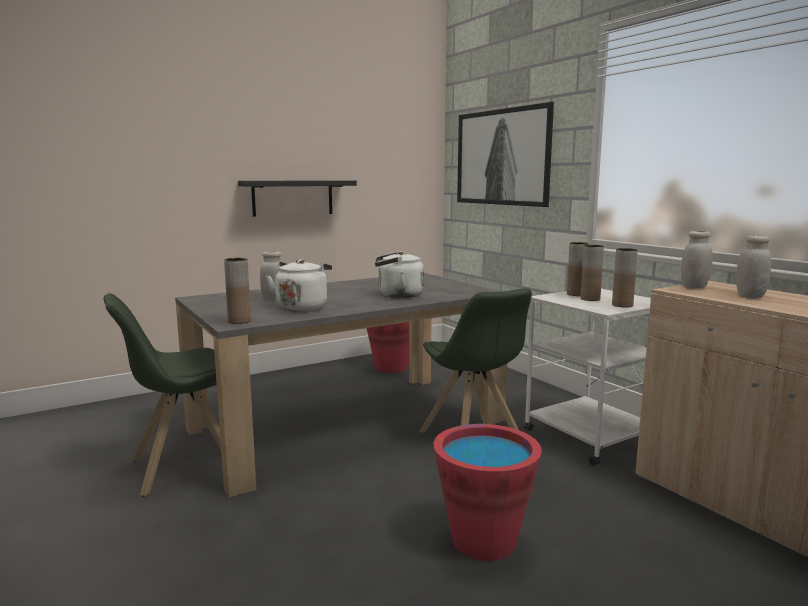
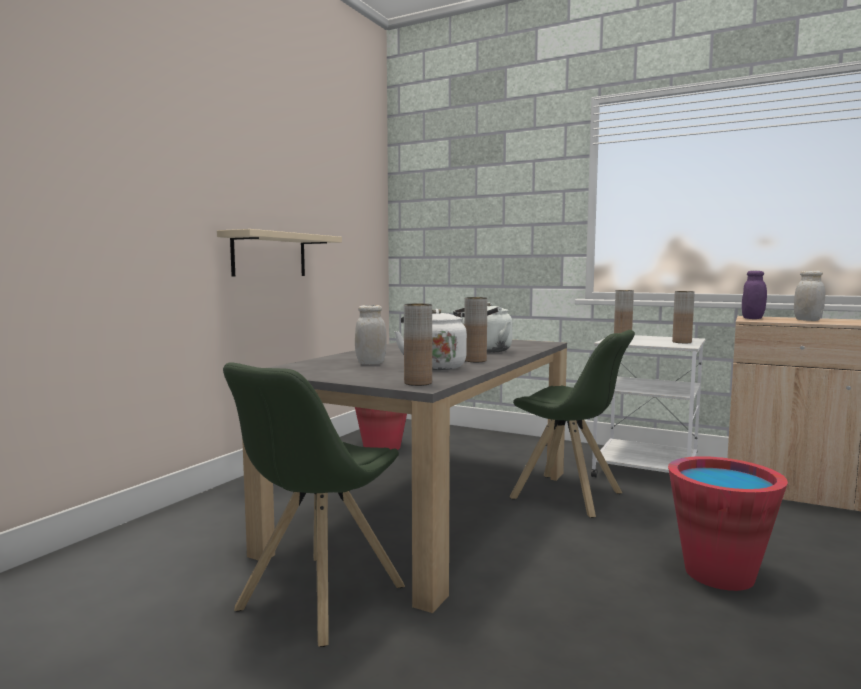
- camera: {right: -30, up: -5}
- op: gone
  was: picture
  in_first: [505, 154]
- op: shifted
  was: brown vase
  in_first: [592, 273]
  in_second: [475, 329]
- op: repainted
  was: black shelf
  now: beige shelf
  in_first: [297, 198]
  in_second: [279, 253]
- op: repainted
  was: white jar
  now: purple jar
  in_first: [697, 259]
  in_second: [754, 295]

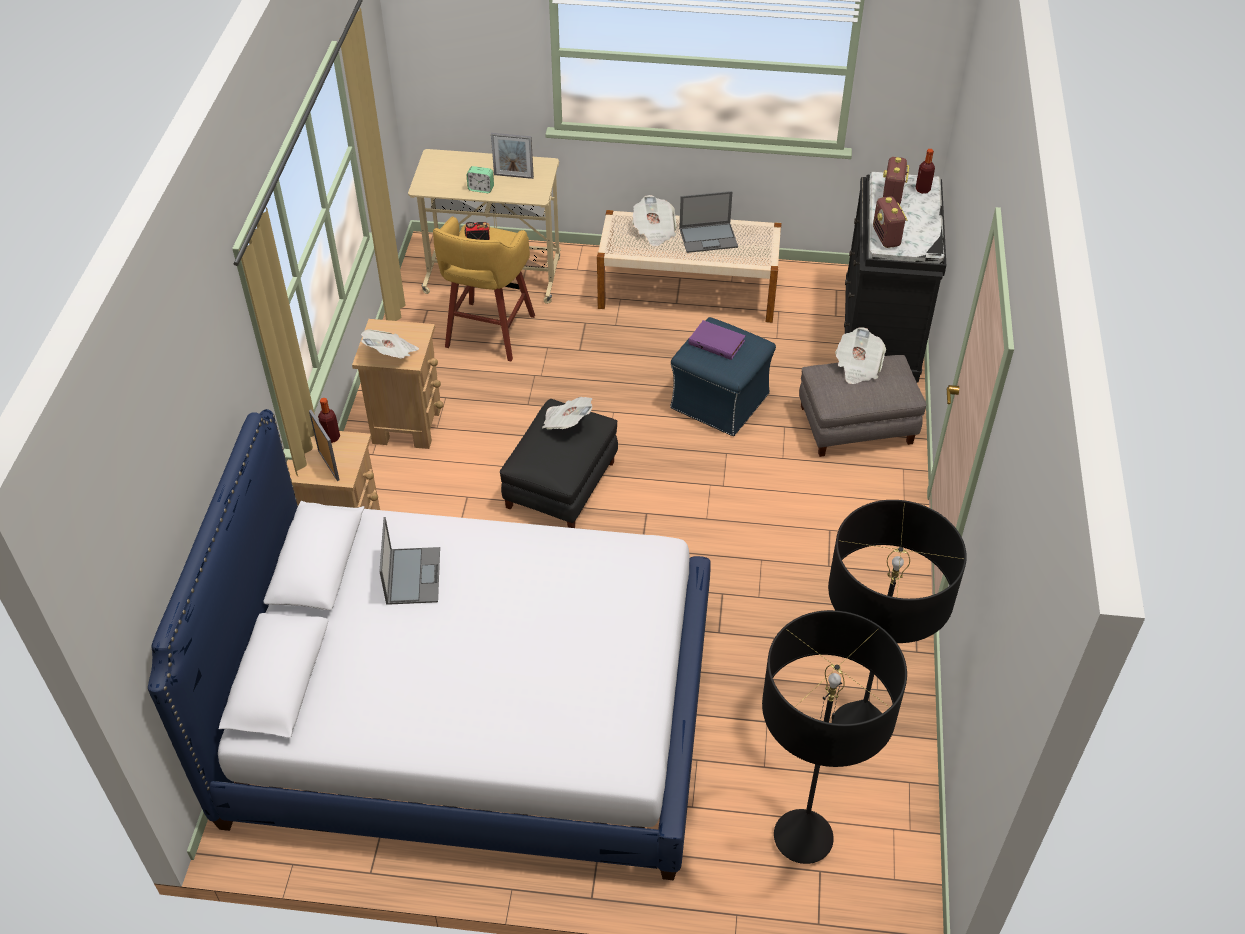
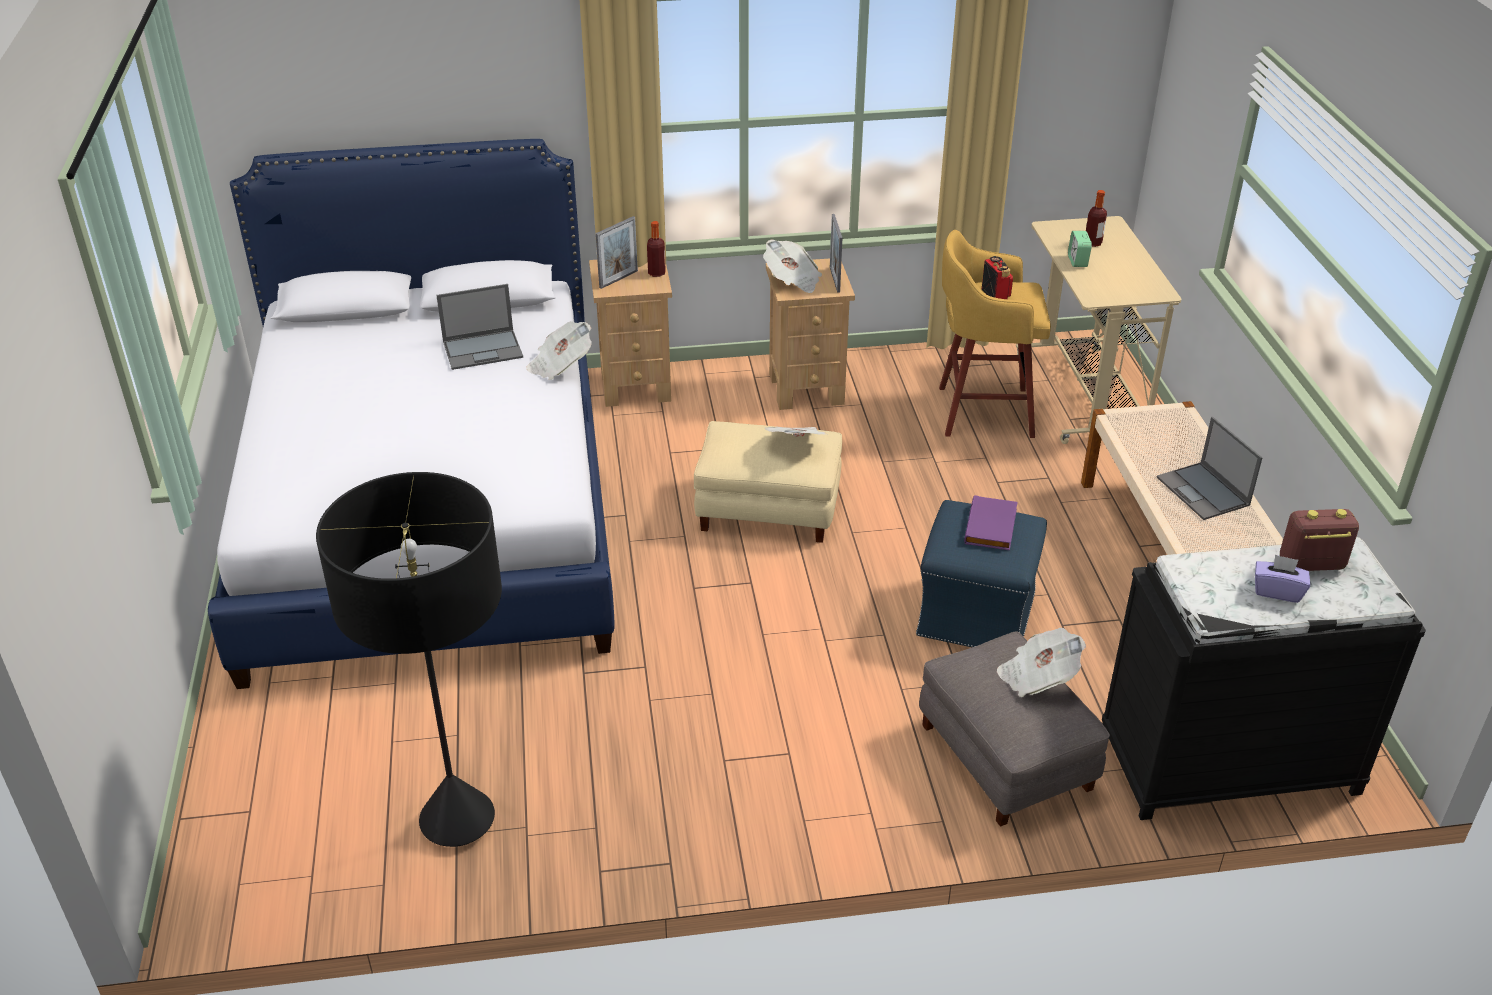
- camera: {right: 75, up: -10}
- op: gone
  was: black floor lamp
  in_first: [834, 737]
- op: gone
  was: radio
  in_first: [890, 222]
- op: new
  now: purple tissue box
  in_second: [1282, 578]
- op: shifted
  was: picture frame
  in_first: [512, 156]
  in_second: [836, 253]
- op: shifted
  was: newspaper
  in_first: [654, 221]
  in_second: [559, 350]
- op: shifted
  was: bottle
  in_first: [925, 171]
  in_second: [1096, 218]
- op: repainted
  was: black ottoman
  now: beige ottoman
  in_first: [559, 463]
  in_second: [768, 482]

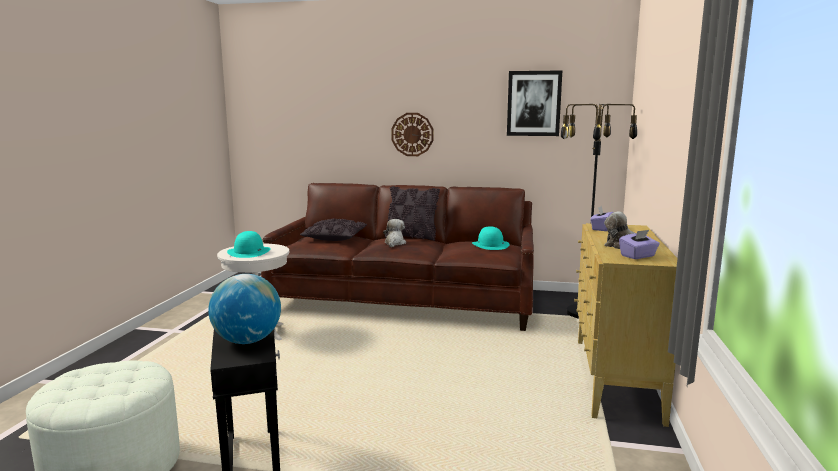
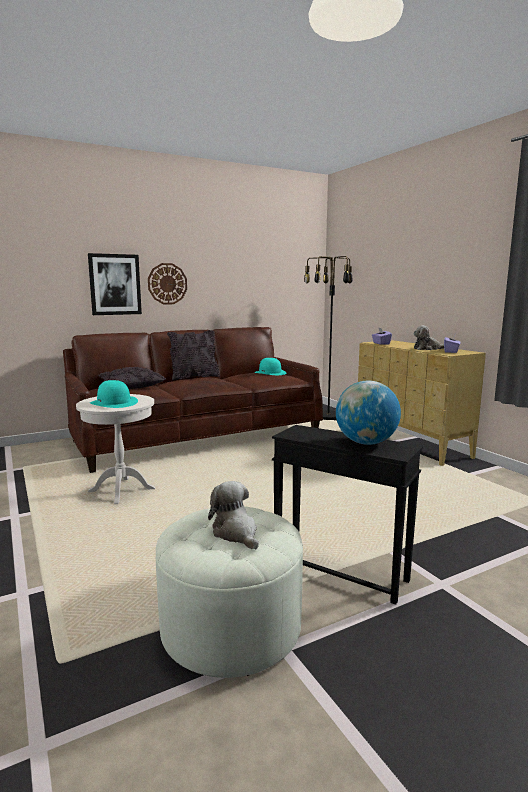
- camera: {right: -40, up: 0}
- op: shifted
  was: plush toy
  in_first: [394, 233]
  in_second: [233, 515]
- op: shifted
  was: picture
  in_first: [534, 103]
  in_second: [115, 284]

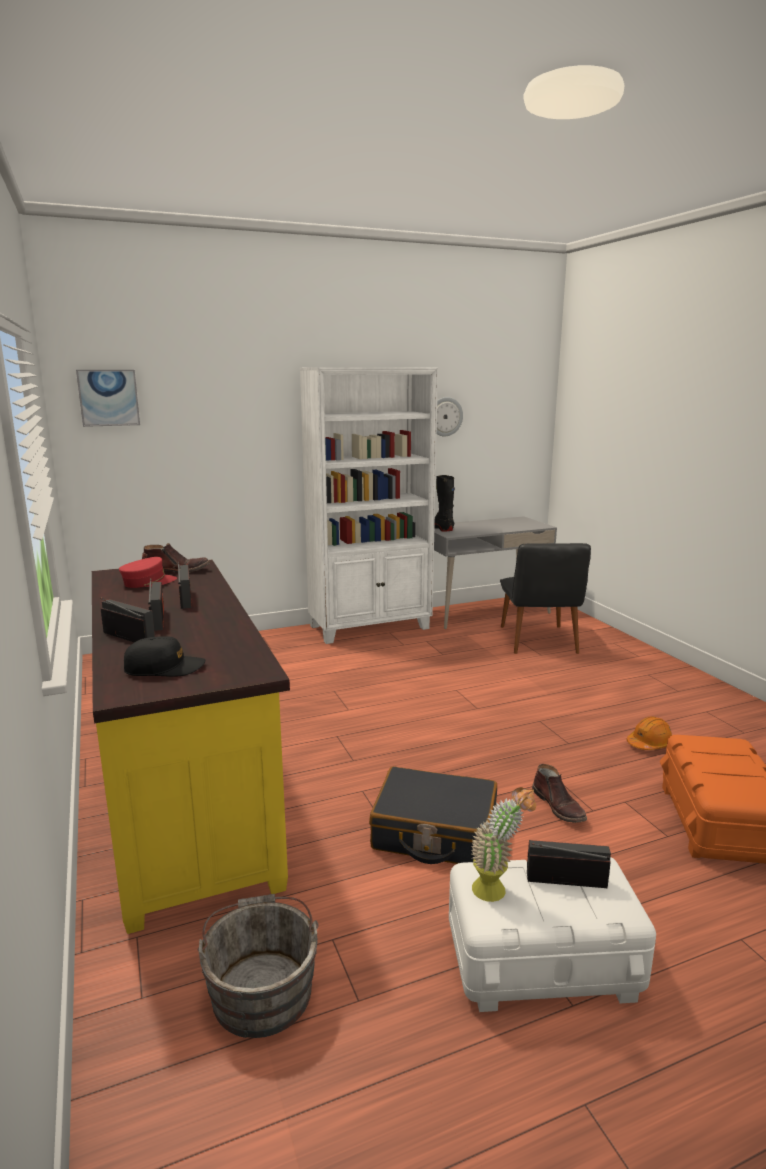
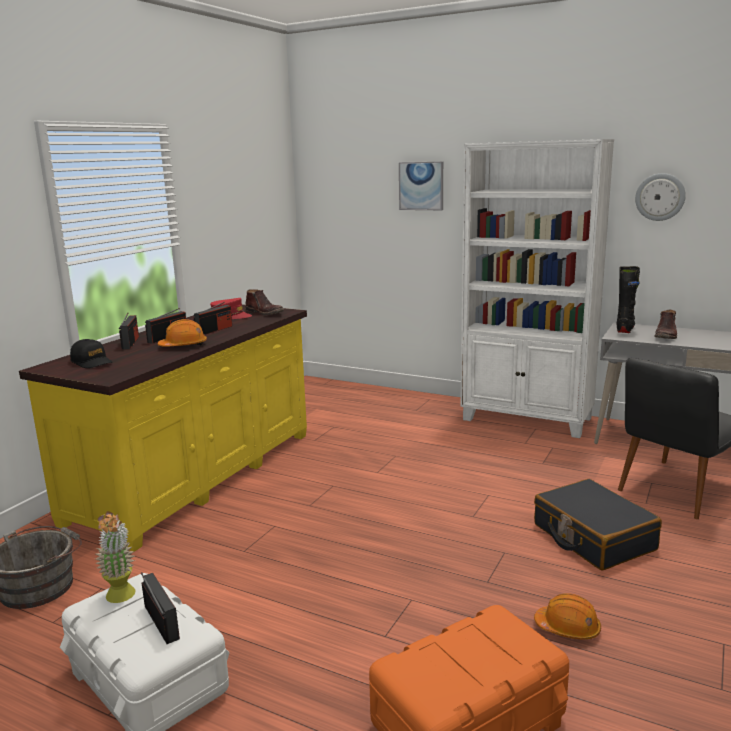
- camera: {right: 50, up: 0}
- op: new
  now: orange hard hat
  in_second: [182, 332]
- op: shifted
  was: picture
  in_first: [108, 398]
  in_second: [421, 185]
- op: shifted
  was: black suitcase
  in_first: [433, 815]
  in_second: [598, 525]
- op: shifted
  was: brown boot
  in_first: [559, 793]
  in_second: [665, 324]

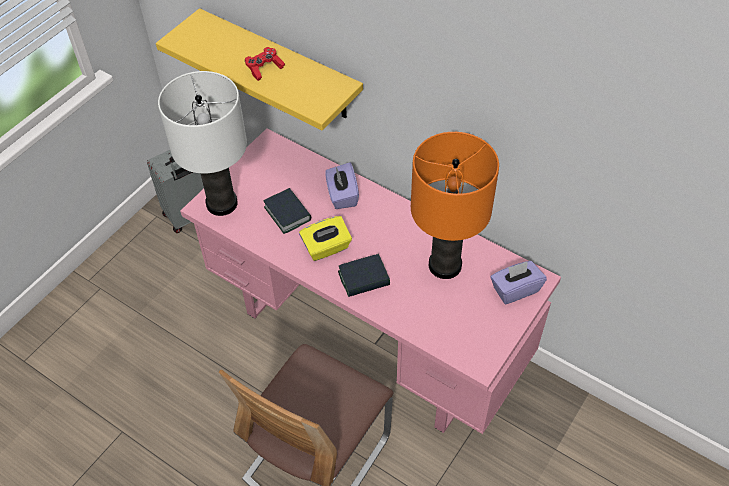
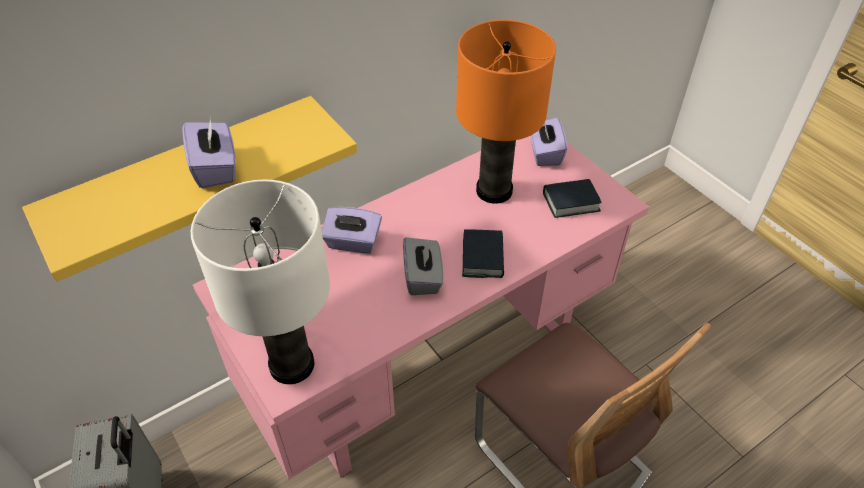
- camera: {right: -70, up: -5}
- op: shifted
  was: book
  in_first: [287, 211]
  in_second: [572, 198]
- op: swapped
  was: red game controller
  now: purple tissue box
  in_first: [265, 64]
  in_second: [209, 153]
- op: repainted
  was: yellow tissue box
  now: grey tissue box
  in_first: [325, 238]
  in_second: [423, 266]

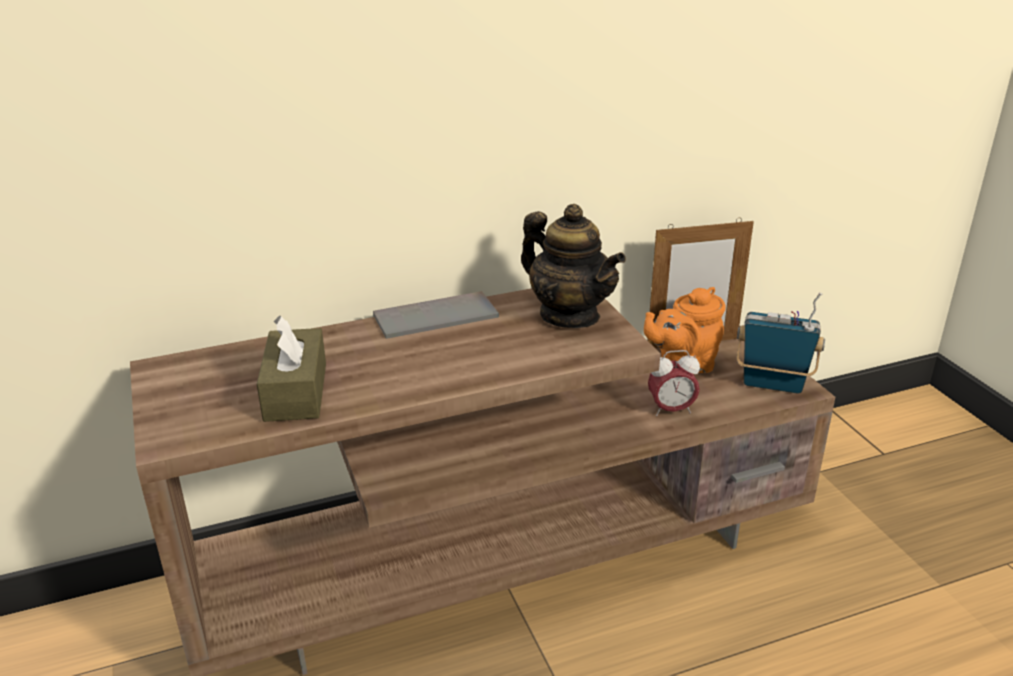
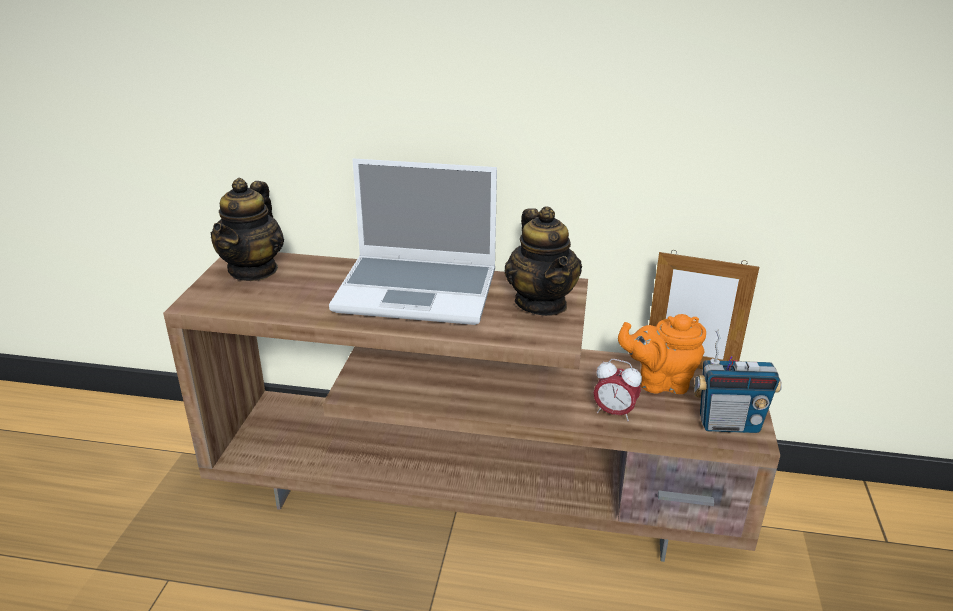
- camera: {right: 30, up: 0}
- op: gone
  was: brown tissue box
  in_first: [291, 369]
- op: new
  now: teapot
  in_second: [247, 229]
- op: new
  now: laptop
  in_second: [413, 241]
- op: rotated
  was: radio
  in_first: [781, 343]
  in_second: [738, 381]
  clockwise: 135

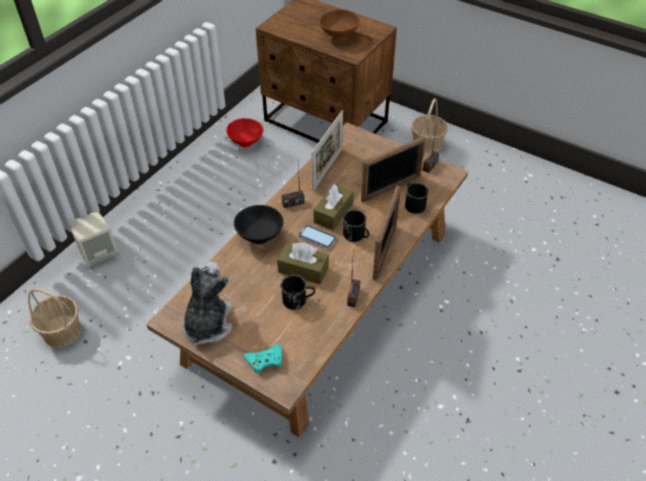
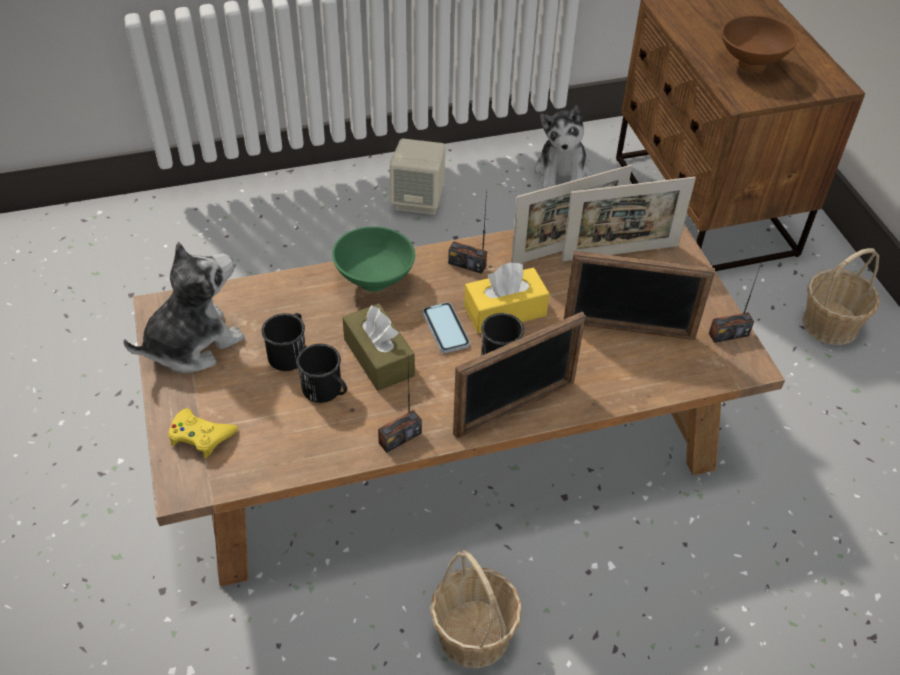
- camera: {right: 40, up: 0}
- op: new
  now: picture frame
  in_second: [629, 219]
- op: shifted
  was: basket
  in_first: [54, 318]
  in_second: [476, 609]
- op: shifted
  was: beige speaker
  in_first: [93, 238]
  in_second: [418, 176]
- op: shifted
  was: black mug
  in_first: [417, 198]
  in_second: [283, 342]
- op: swapped
  was: red bowl
  now: plush toy
  in_first: [244, 132]
  in_second: [562, 147]
- op: repainted
  was: black bowl
  now: green bowl
  in_first: [259, 224]
  in_second: [373, 259]
- op: repainted
  was: turquoise game controller
  now: yellow game controller
  in_first: [263, 359]
  in_second: [203, 433]
- op: repainted
  was: brown tissue box
  now: yellow tissue box
  in_first: [333, 207]
  in_second: [507, 297]

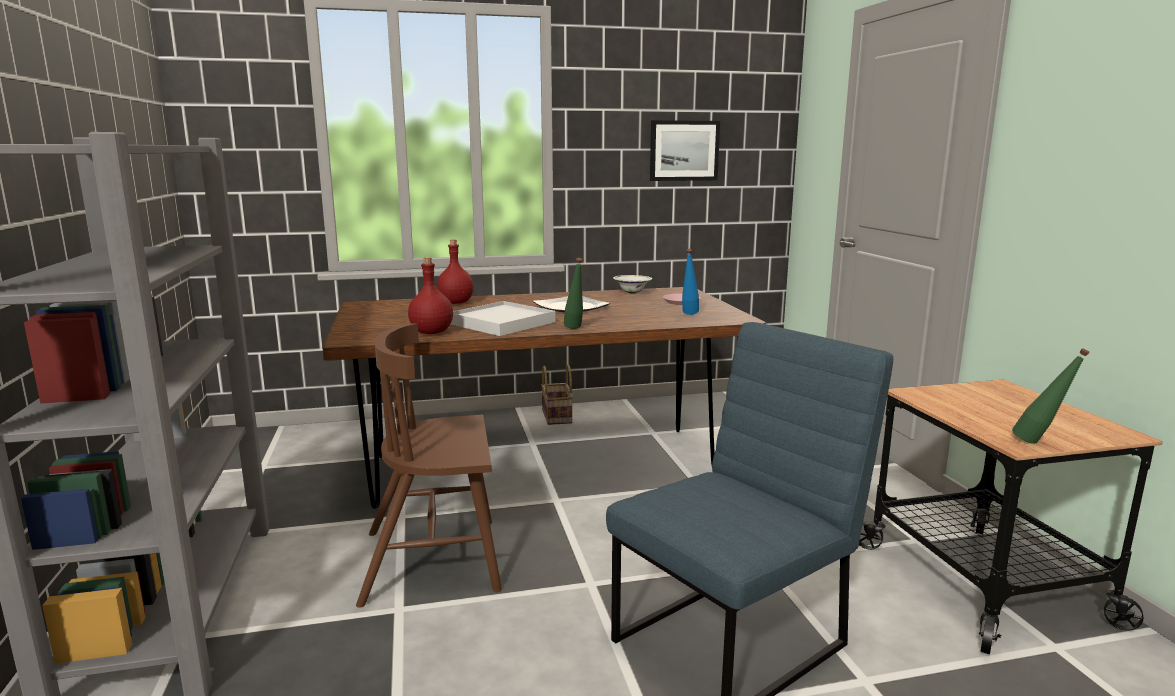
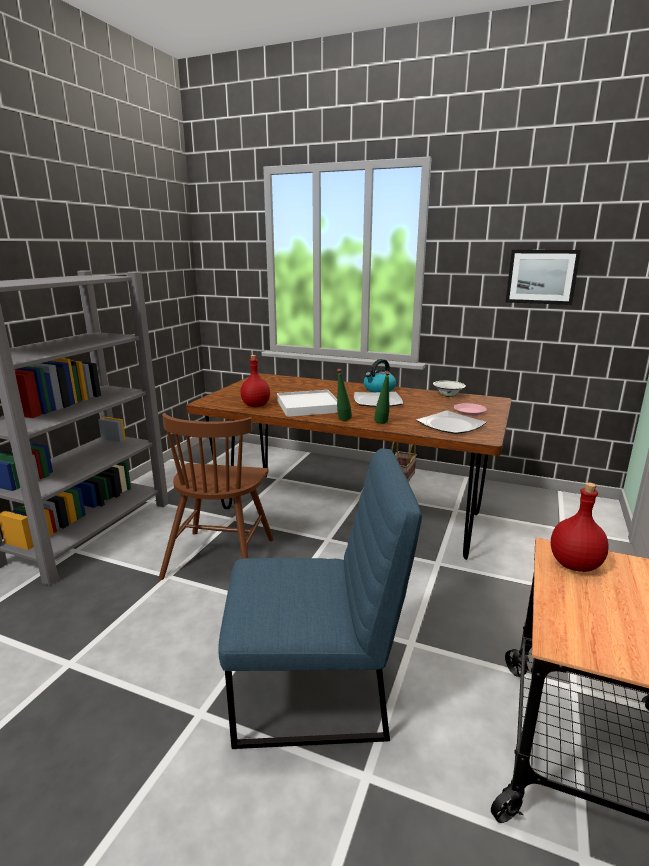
- camera: {right: 35, up: 5}
- op: new
  now: kettle
  in_second: [380, 375]
- op: shifted
  was: red bottle
  in_first: [455, 271]
  in_second: [580, 527]
- op: shifted
  was: green bottle
  in_first: [1051, 396]
  in_second: [382, 397]
- op: swapped
  was: blue bottle
  now: plate
  in_first: [690, 282]
  in_second: [451, 422]
- op: rotated
  was: brown chair
  in_first: [429, 465]
  in_second: [216, 496]
  clockwise: -105

